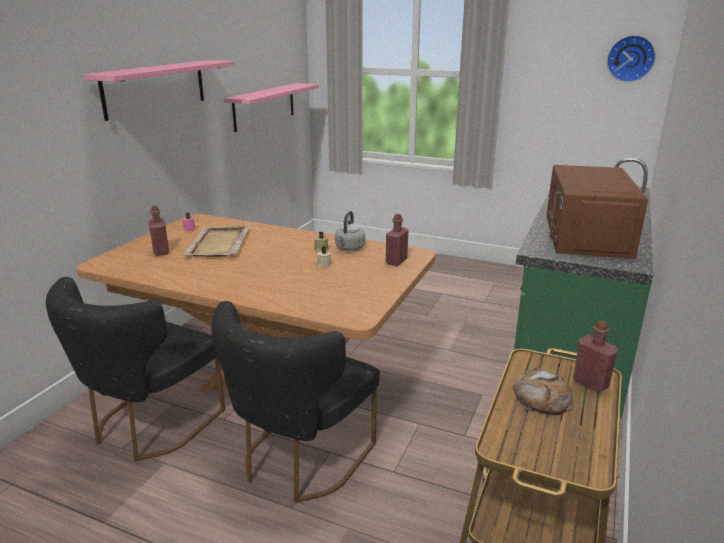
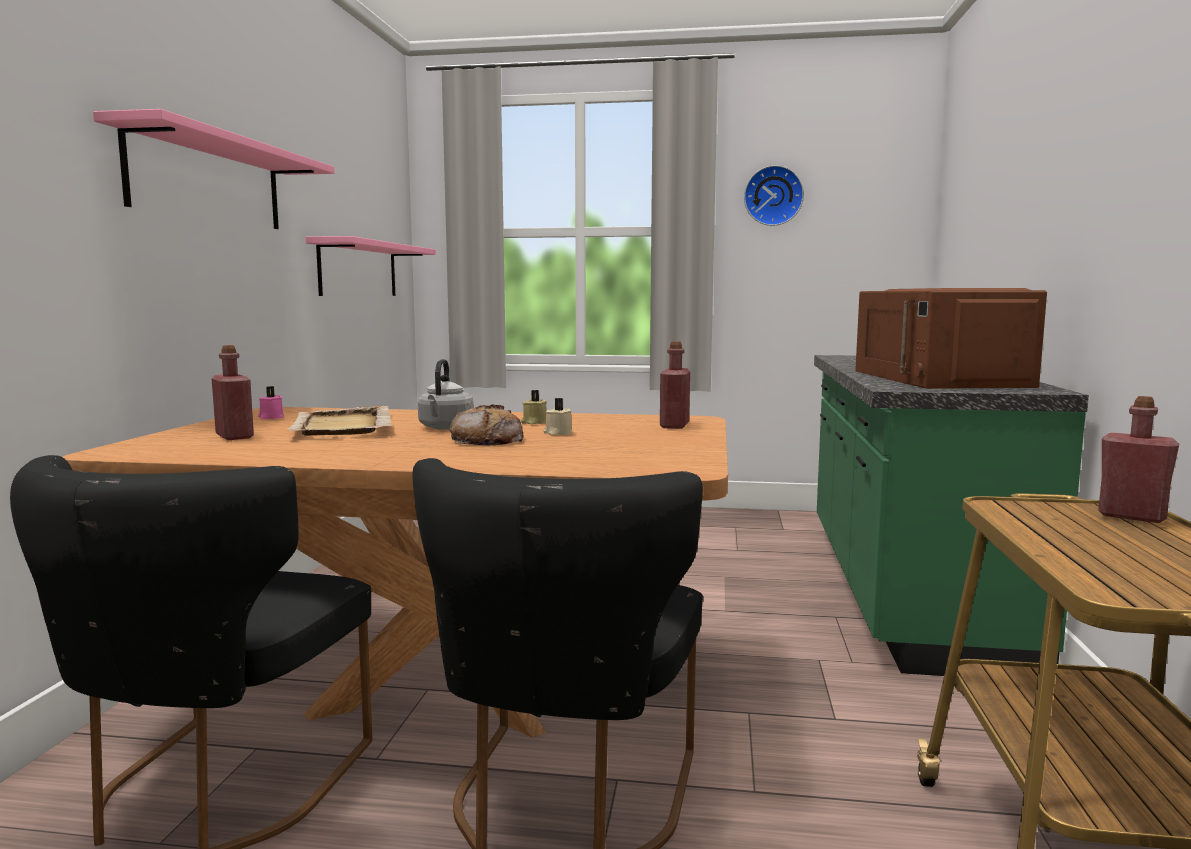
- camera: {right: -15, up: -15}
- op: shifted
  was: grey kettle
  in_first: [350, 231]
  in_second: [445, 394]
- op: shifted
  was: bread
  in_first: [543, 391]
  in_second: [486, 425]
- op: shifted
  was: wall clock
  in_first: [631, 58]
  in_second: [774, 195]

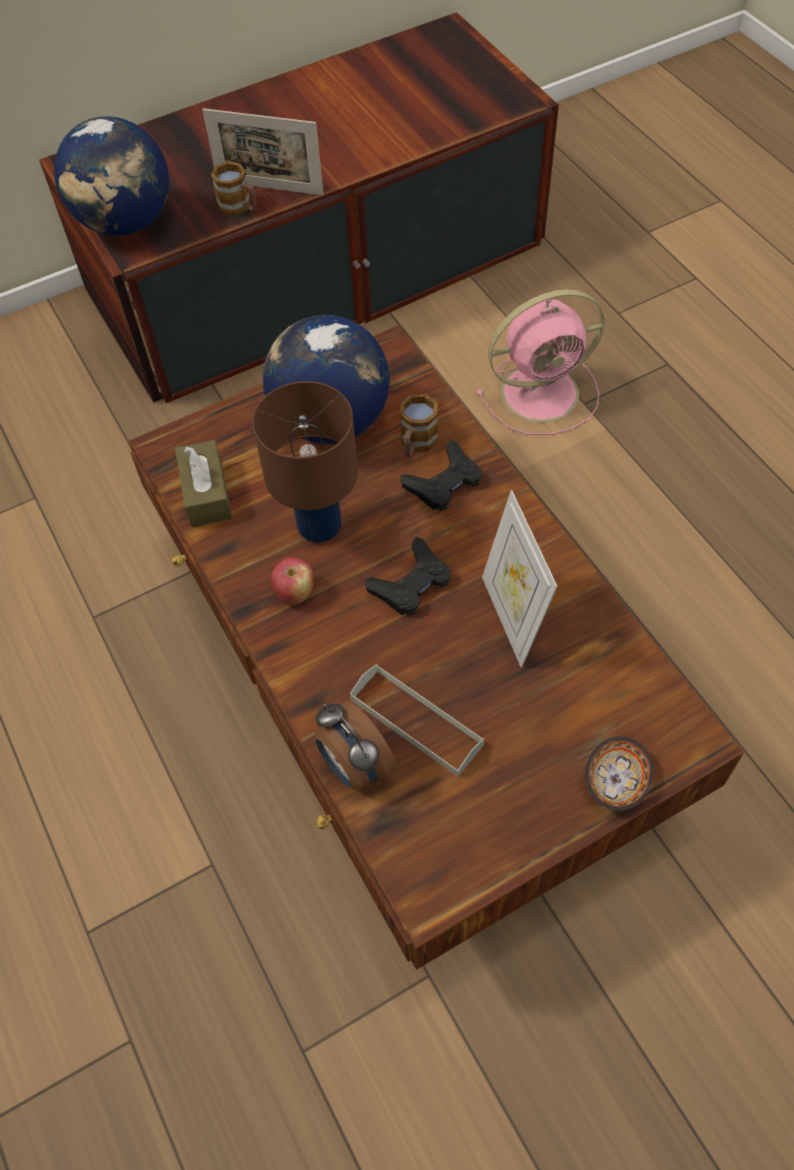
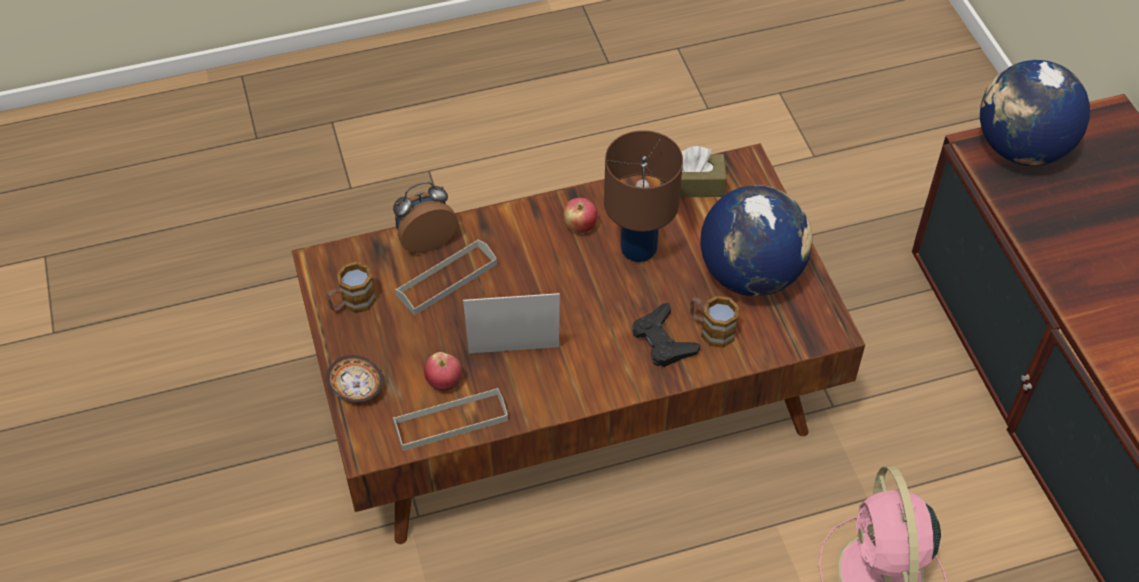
- camera: {right: 100, up: -5}
- op: gone
  was: picture frame
  in_first: [263, 151]
- op: gone
  was: black game controller
  in_first: [408, 576]
- op: new
  now: grey tray
  in_second: [450, 419]
- op: new
  now: apple
  in_second: [443, 371]
- op: shifted
  was: mug
  in_first: [234, 189]
  in_second: [351, 287]

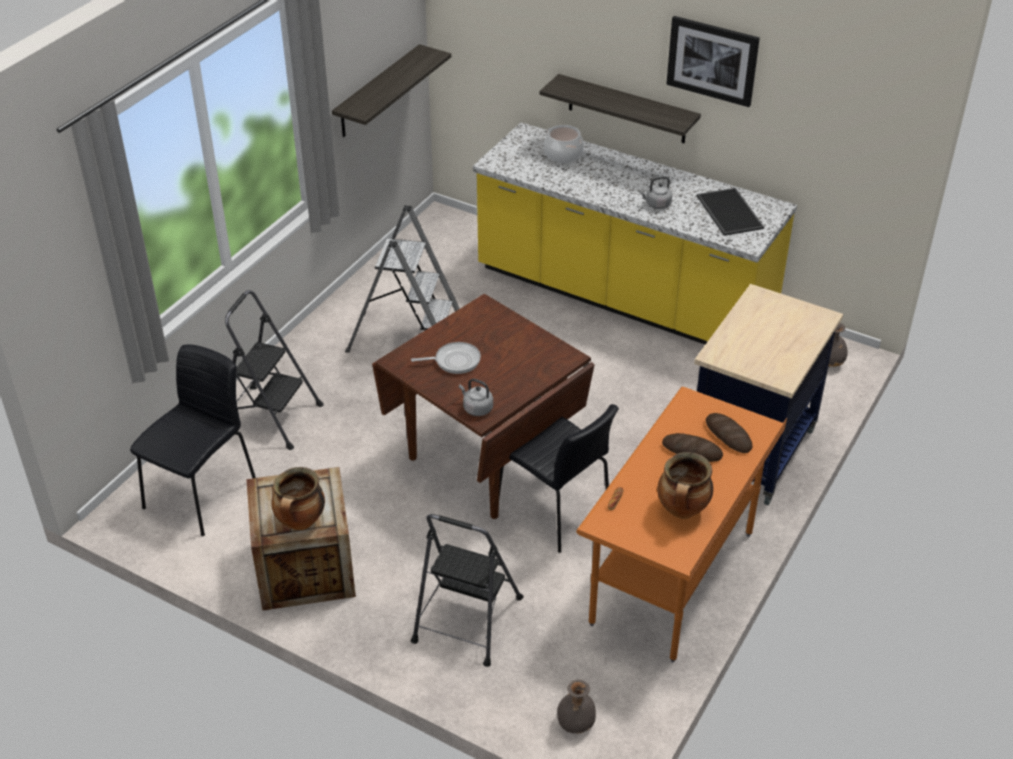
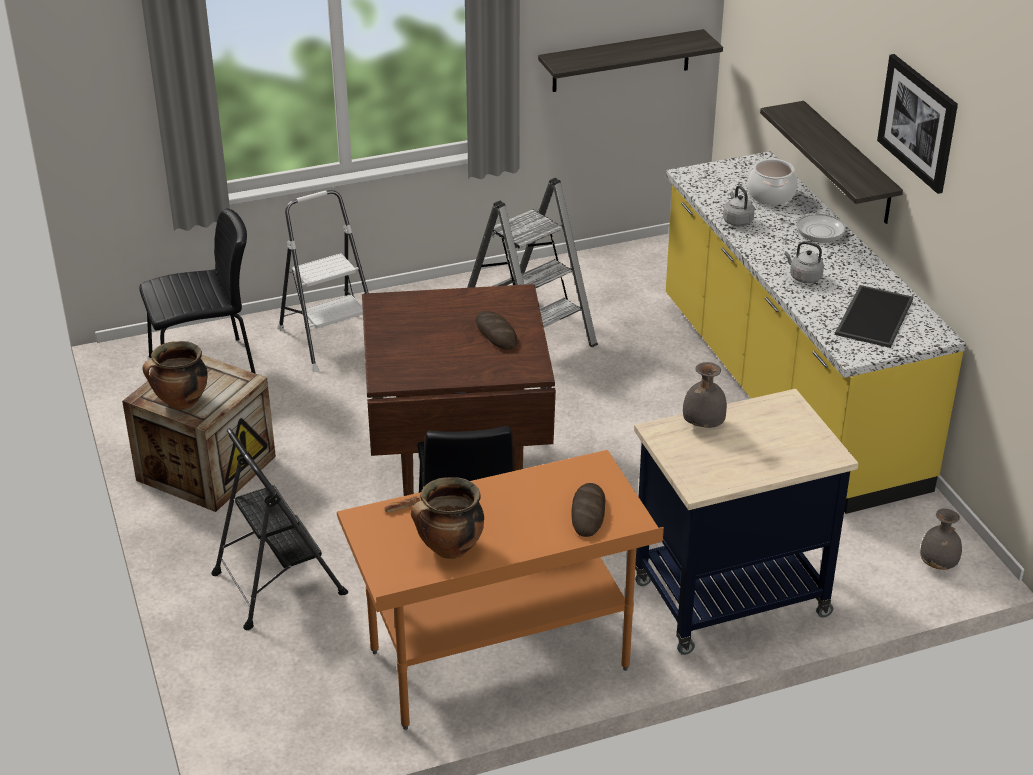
- camera: {right: 40, up: -5}
- op: shifted
  was: frying pan
  in_first: [446, 358]
  in_second: [810, 227]
- op: shifted
  was: grey kettle
  in_first: [476, 397]
  in_second: [739, 205]
- op: shifted
  was: grey vase
  in_first: [576, 707]
  in_second: [705, 395]
- op: shifted
  was: bread
  in_first: [692, 447]
  in_second: [496, 330]
- op: repainted
  was: black step ladder
  now: white step ladder
  in_first: [274, 370]
  in_second: [323, 281]

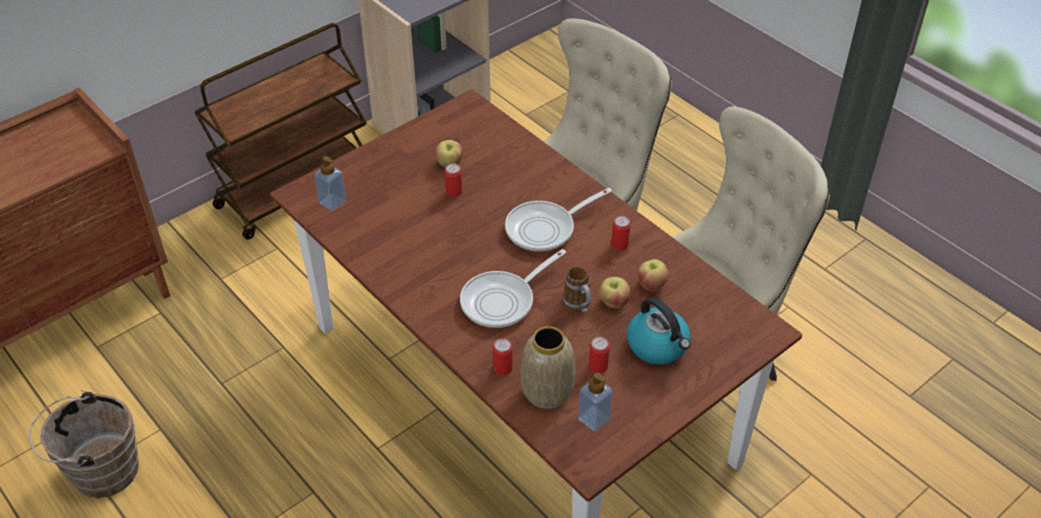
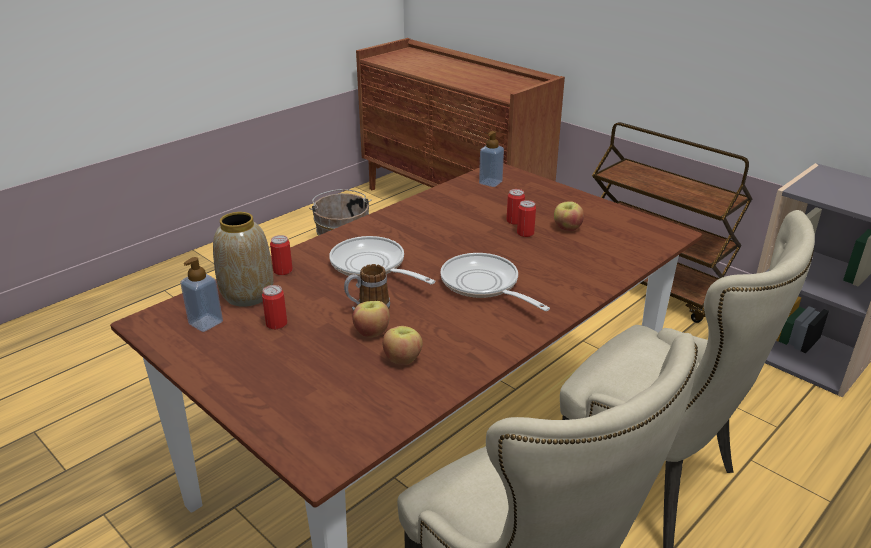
- camera: {right: 85, up: -15}
- op: gone
  was: kettle
  in_first: [659, 330]
- op: shifted
  was: can
  in_first: [620, 233]
  in_second: [516, 207]

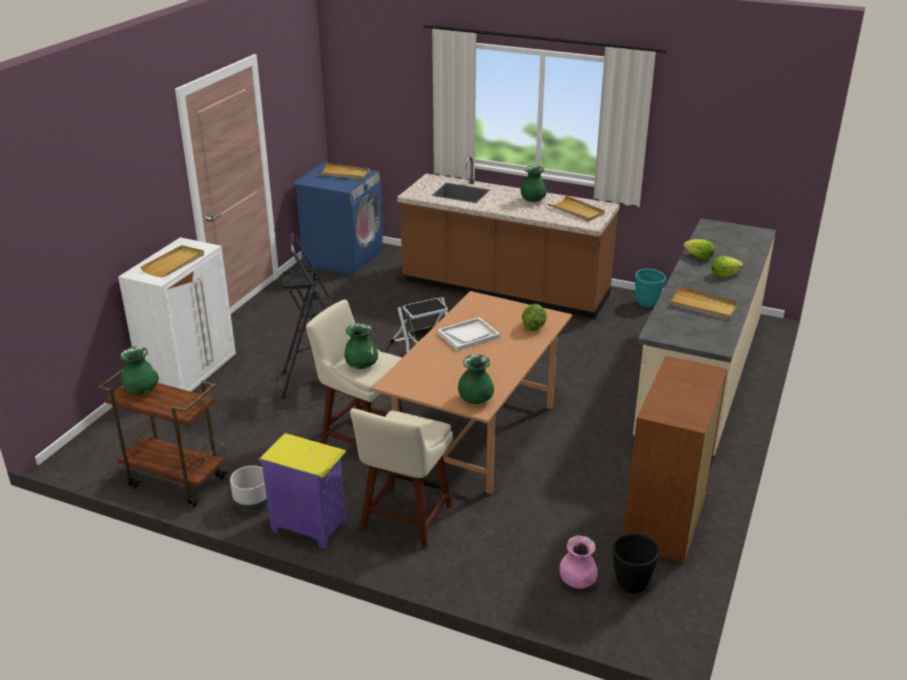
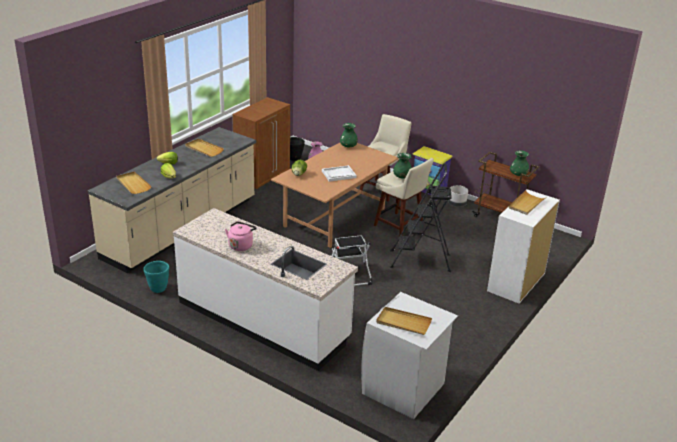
- camera: {right: -170, up: 0}
- op: shifted
  was: beige tray
  in_first: [576, 208]
  in_second: [134, 183]
- op: swapped
  was: green vase
  now: pink kettle
  in_first: [534, 184]
  in_second: [241, 236]
- op: repainted
  was: blue washing machine
  now: white washing machine
  in_first: [337, 218]
  in_second: [409, 355]
- op: repainted
  was: brown counter
  now: white counter
  in_first: [508, 237]
  in_second: [265, 289]

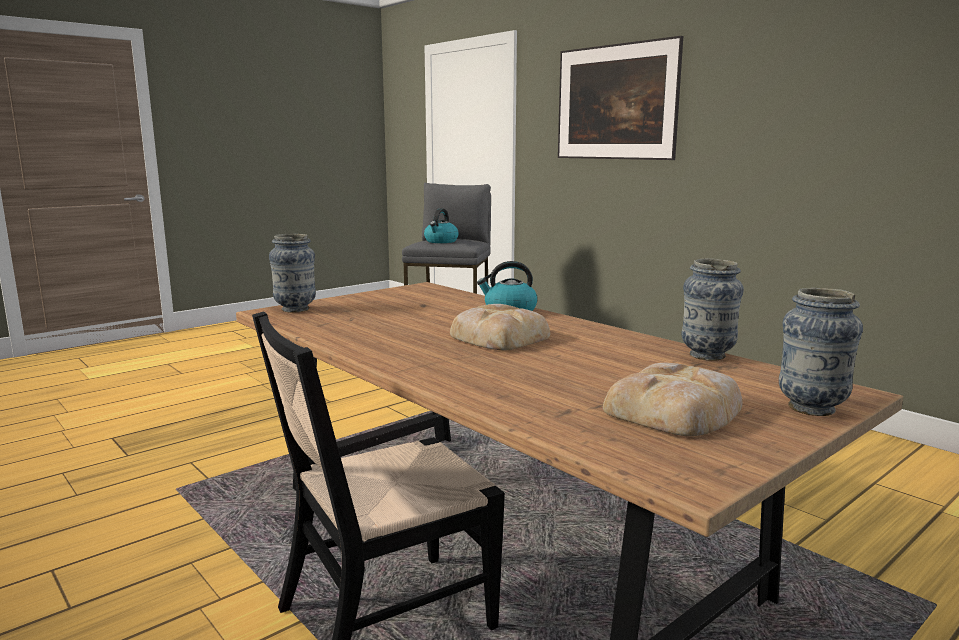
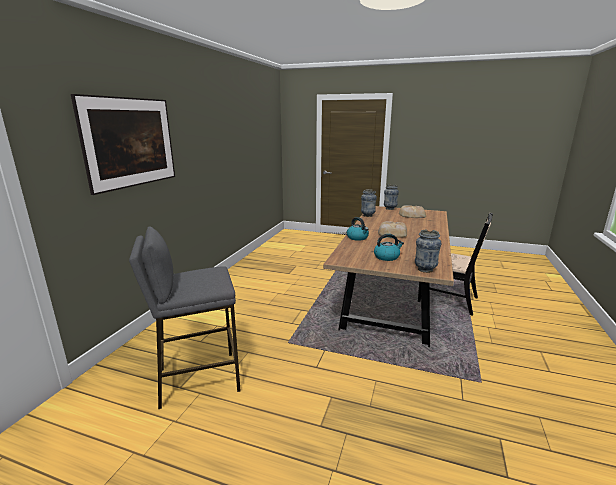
- camera: {right: -120, up: 5}
- op: shifted
  was: kettle
  in_first: [441, 225]
  in_second: [389, 247]

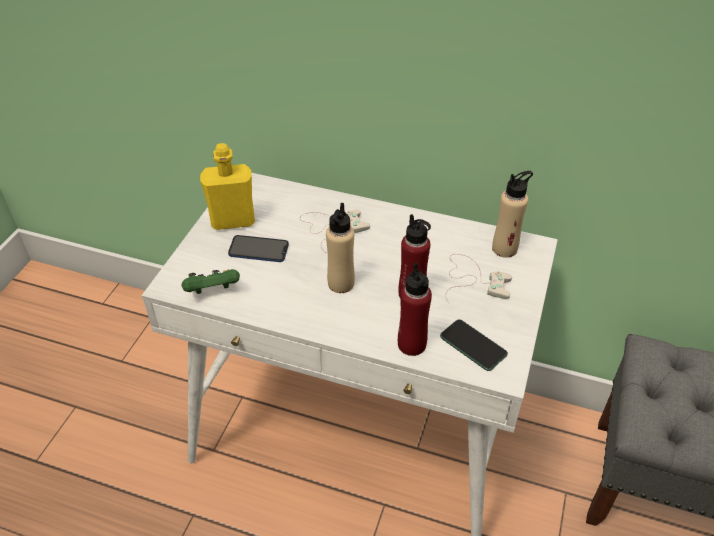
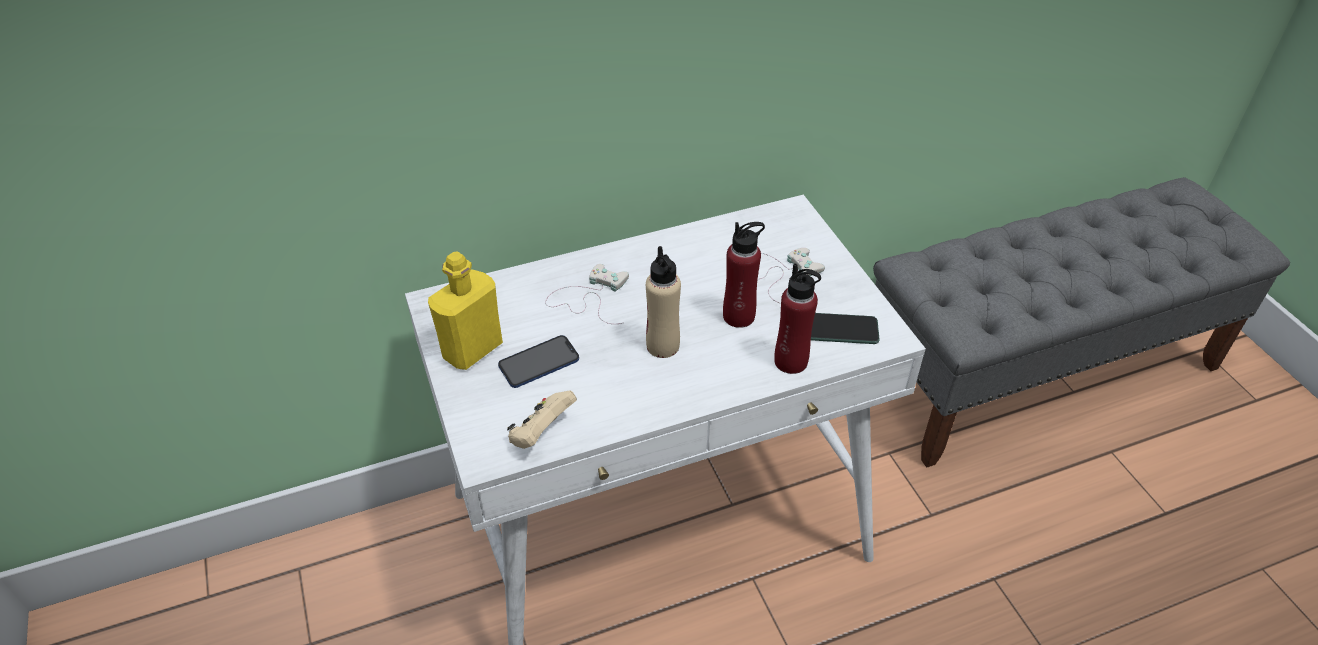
- camera: {right: -40, up: 0}
- op: gone
  was: beige bottle
  in_first: [512, 214]
- op: repainted
  was: green game controller
  now: beige game controller
  in_first: [211, 281]
  in_second: [542, 420]

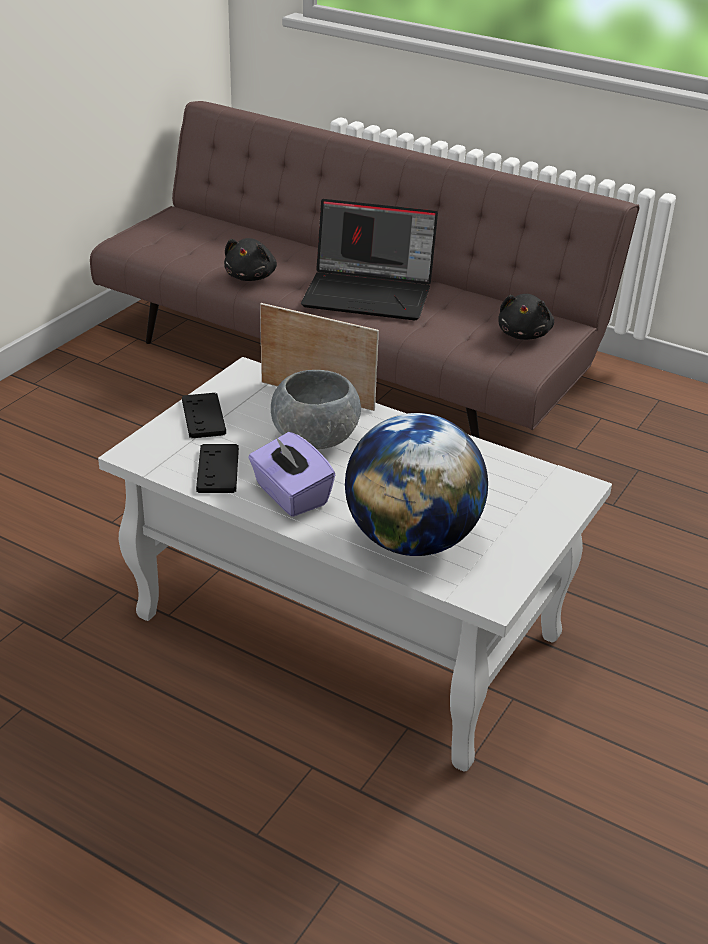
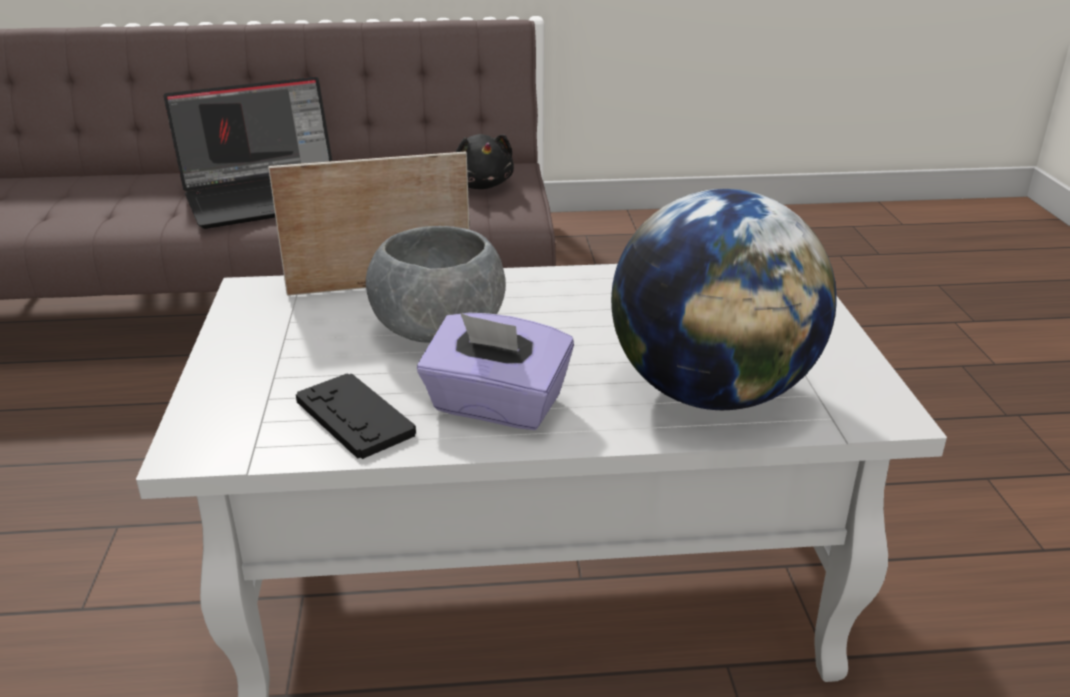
- camera: {right: -35, up: -5}
- op: gone
  was: black game controller
  in_first: [204, 415]
- op: gone
  was: black plush toy
  in_first: [250, 259]

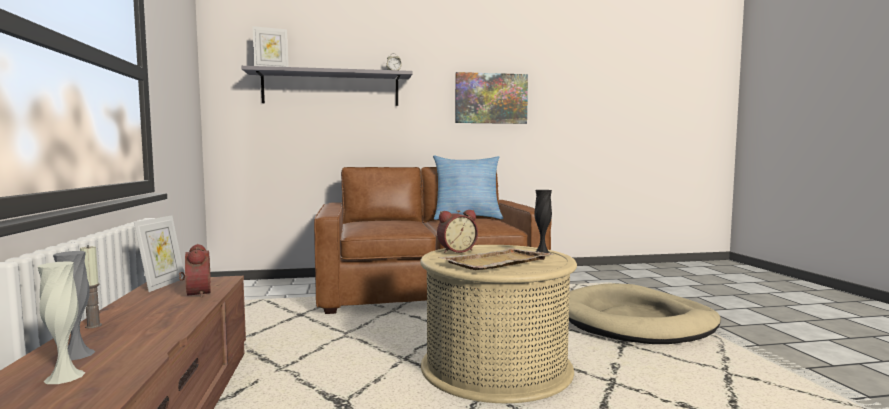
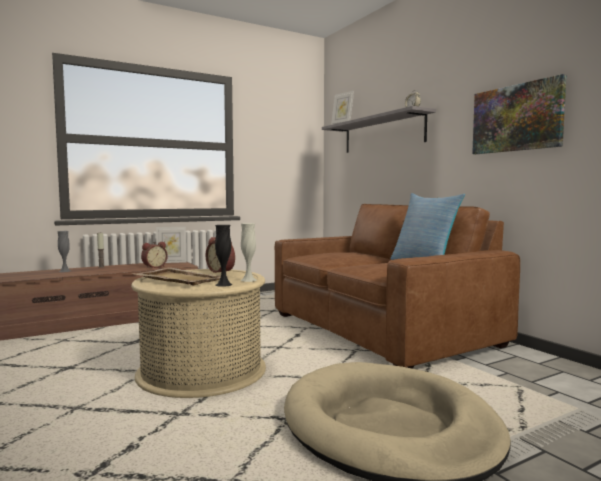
- camera: {right: 70, up: 0}
- op: shifted
  was: white vase
  in_first: [61, 322]
  in_second: [249, 252]

